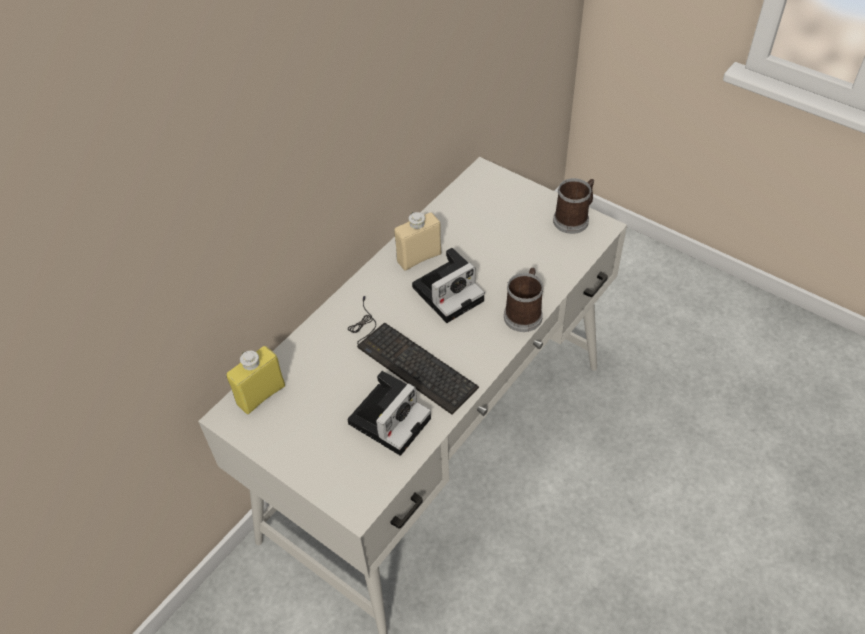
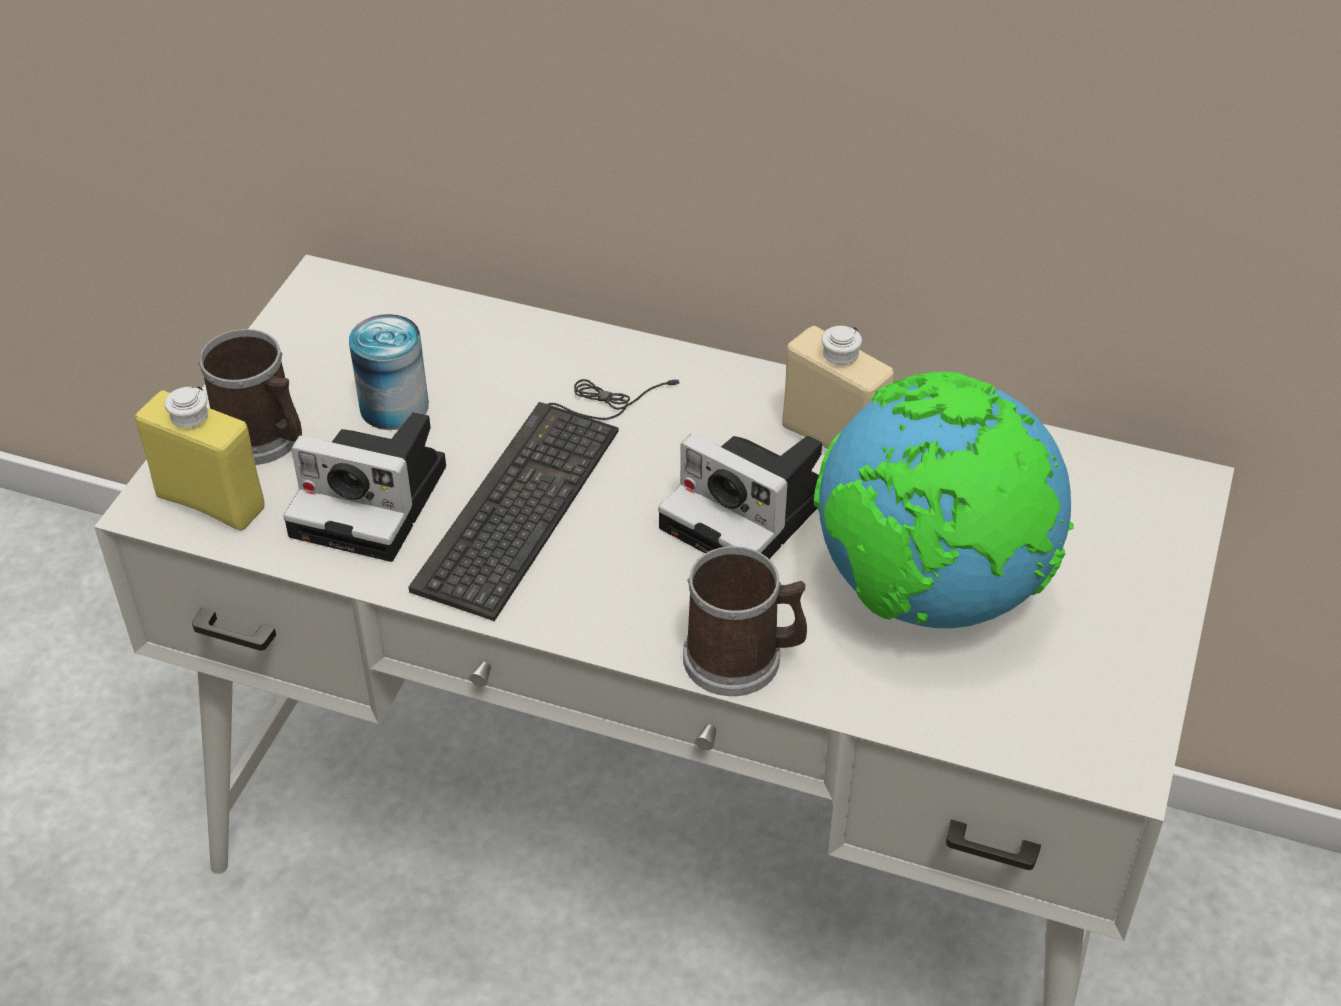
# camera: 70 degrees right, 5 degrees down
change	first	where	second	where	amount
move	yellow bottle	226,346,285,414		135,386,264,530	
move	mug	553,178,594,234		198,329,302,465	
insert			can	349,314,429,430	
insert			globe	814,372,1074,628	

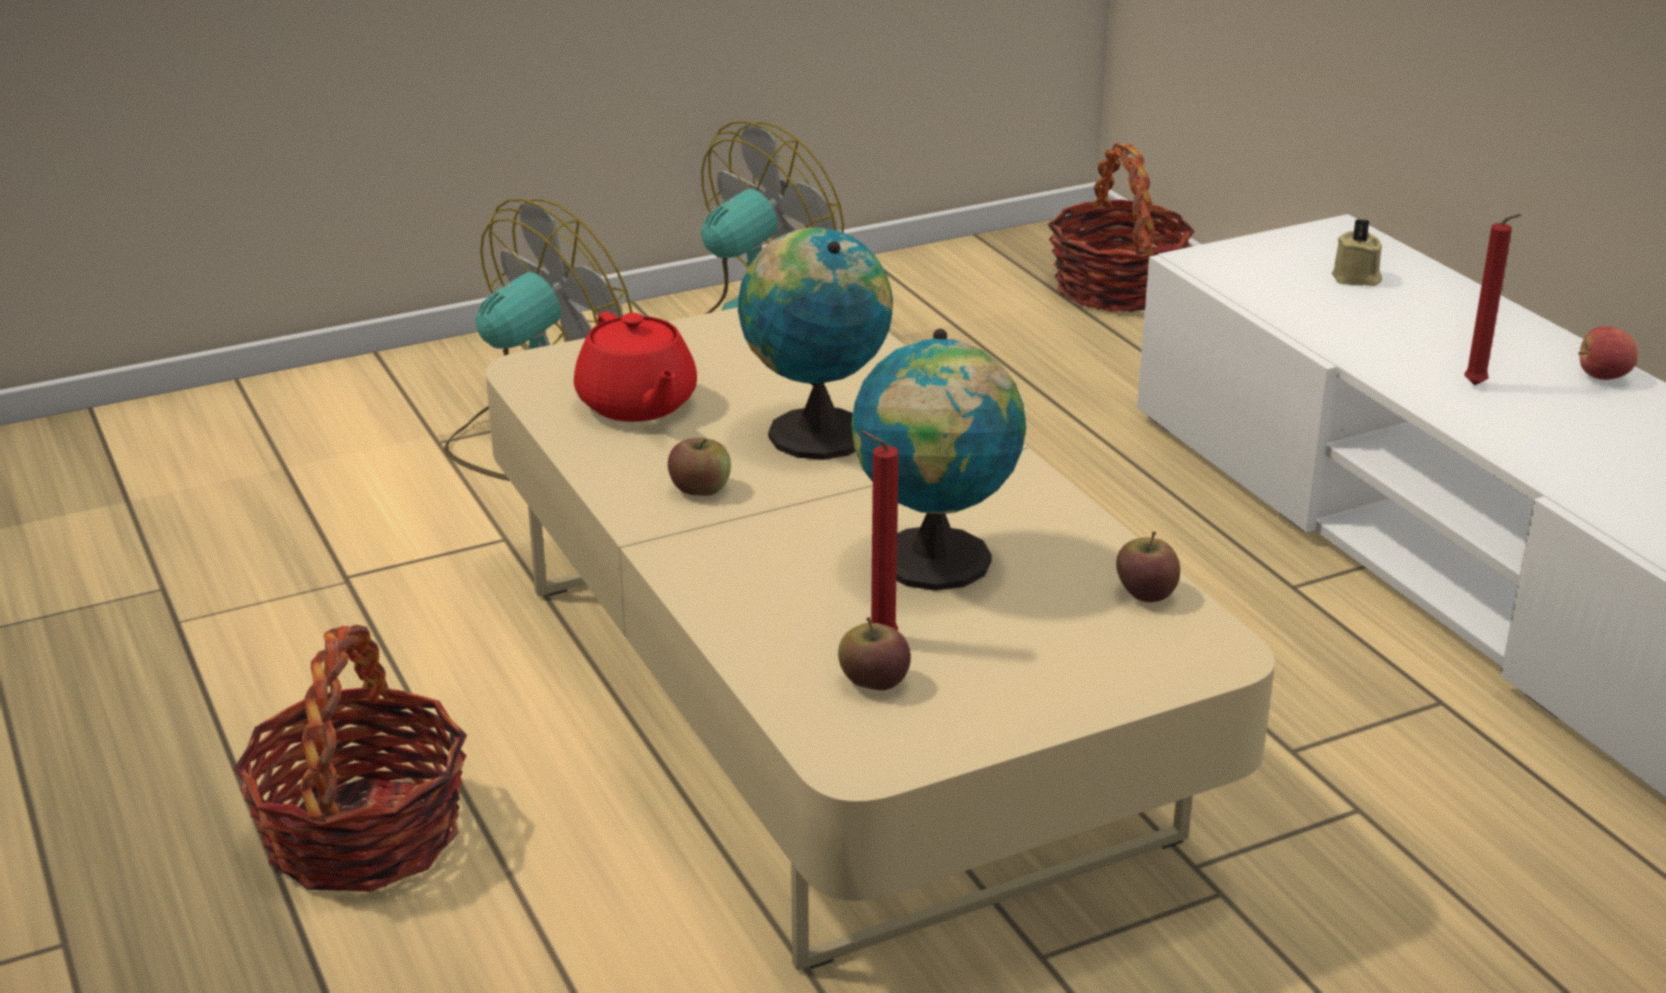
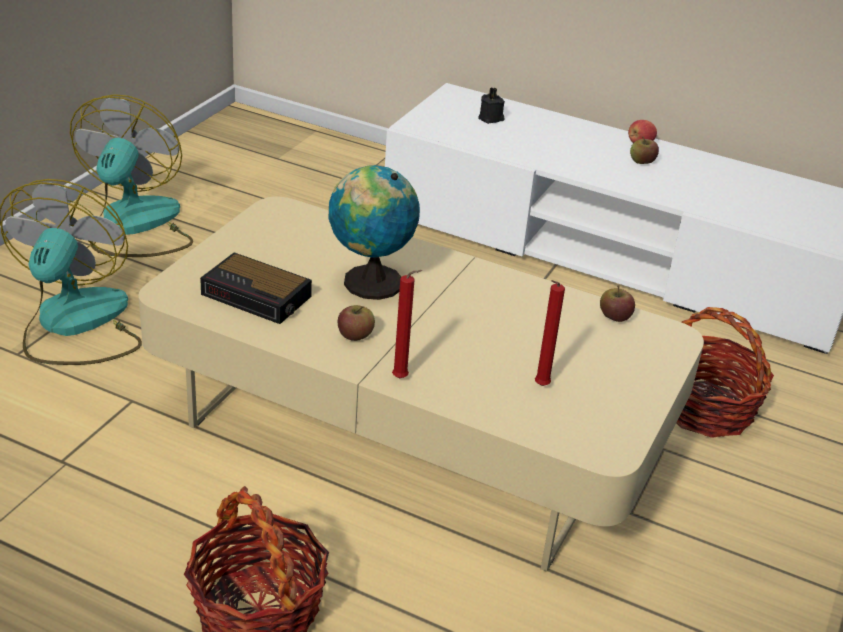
# camera: 40 degrees left, 5 degrees up
change	first	where	second	where	amount
replace	red teapot	574,312,697,422	alarm clock	200,252,312,324	
move	apple	838,617,911,690		630,137,659,164	
delete	globe	851,329,1026,591			
move	basket	1048,143,1195,312		676,307,774,438	
recolor	beige candle	1332,219,1382,286	black candle	478,87,505,124	
move	red candle	1464,214,1521,385		392,270,422,378	

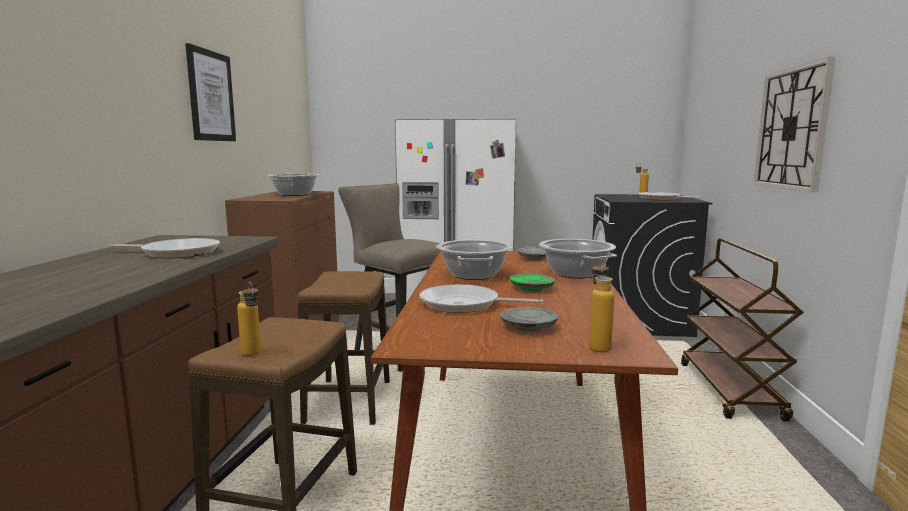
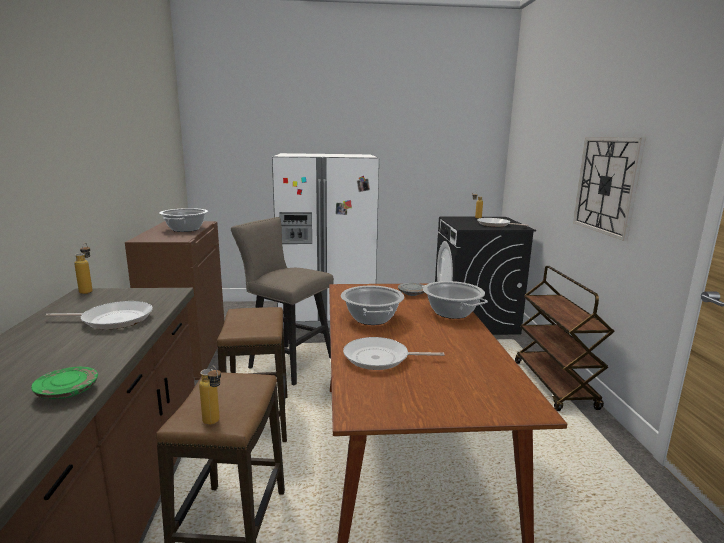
# camera: 10 degrees left, 5 degrees up
change	first	where	second	where	amount
delete	picture	185,43,236,141			
delete	grey plate	500,307,558,332			
move	green plate	510,274,555,291		31,367,98,399	
move	bottle	589,258,615,352		74,243,93,294	

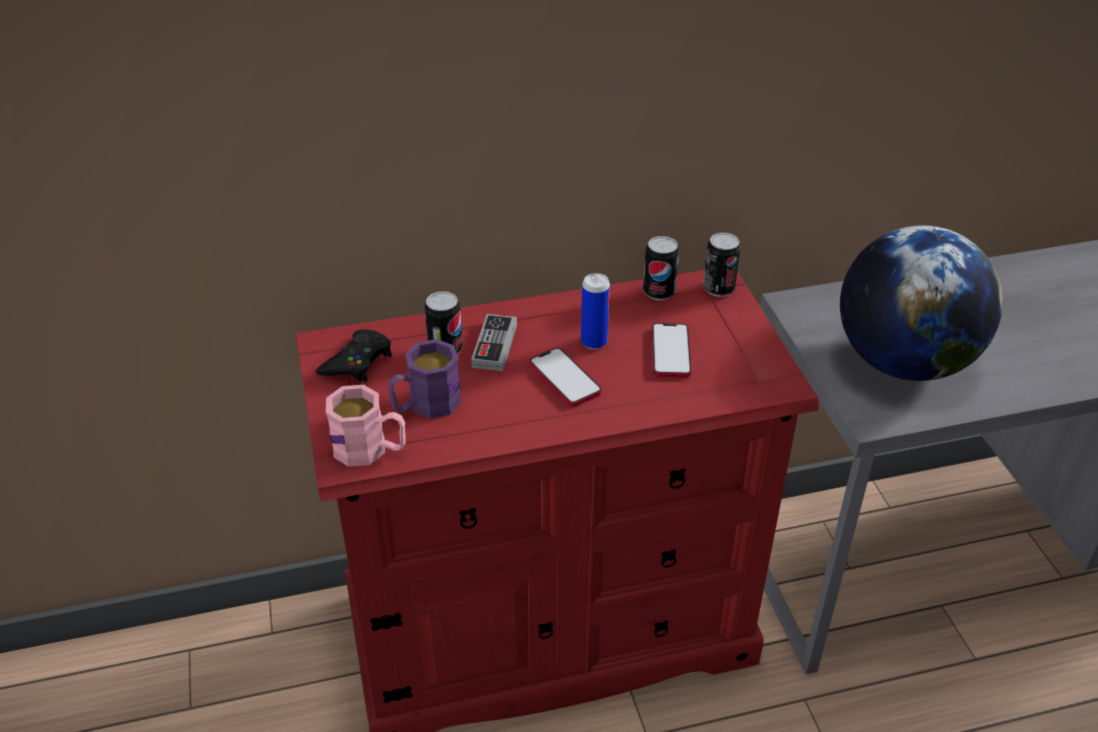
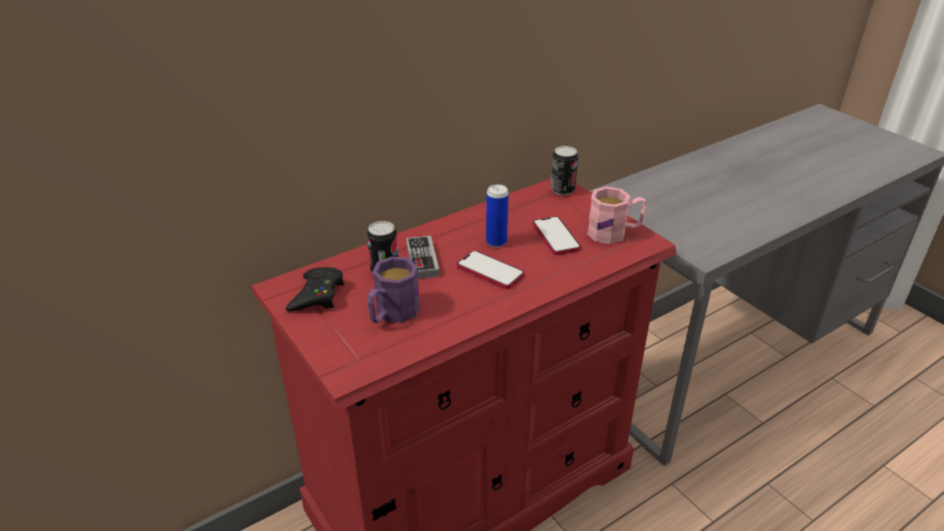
# camera: 20 degrees left, 5 degrees down
change	first	where	second	where	amount
move	pink mug	326,385,406,467		587,187,647,244	
delete	can	643,236,679,301			
delete	globe	840,225,1003,381			

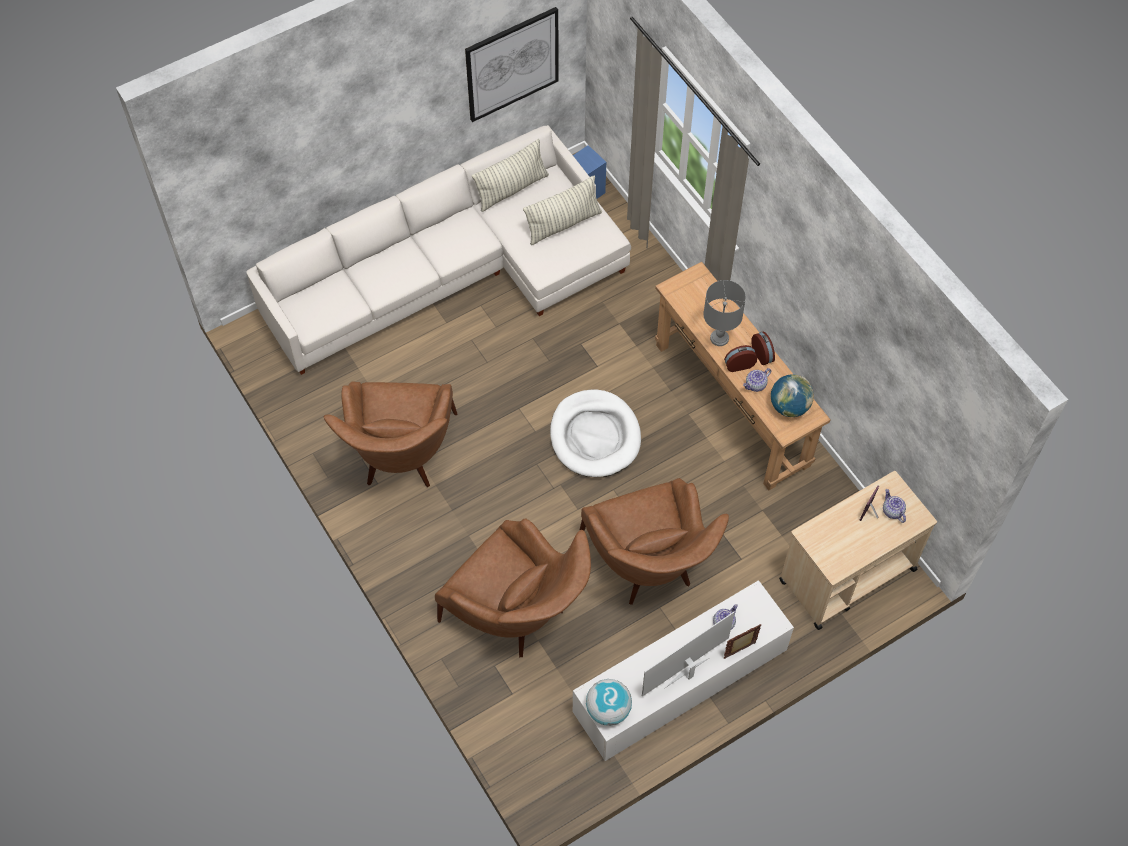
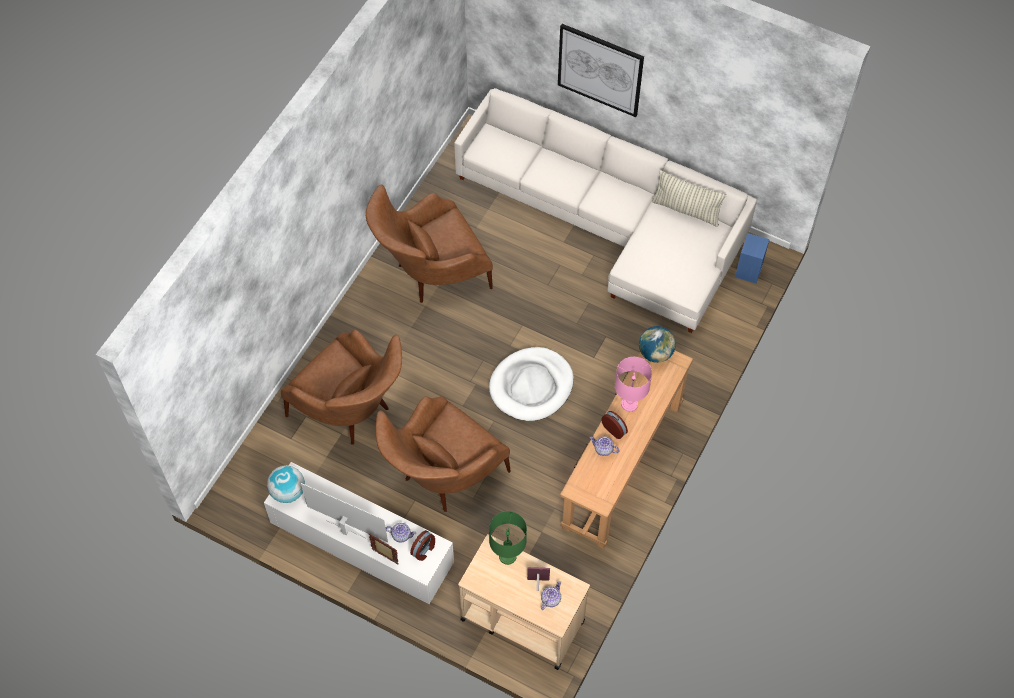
# camera: 60 degrees right, 0 degrees up
change	first	where	second	where	amount
rotate	brown armchair	435,518,591,657		281,329,402,445	60 degrees counterclockwise
move	picture	465,7,559,122		558,24,644,117	
delete	pillow	523,176,602,245			
recolor	grey table lamp	703,280,746,346	pink table lamp	615,357,652,412	
move	alarm clock	751,332,775,365		410,530,435,561	
move	globe	771,374,814,417		639,326,676,363	
insert			green table lamp	489,511,527,565	

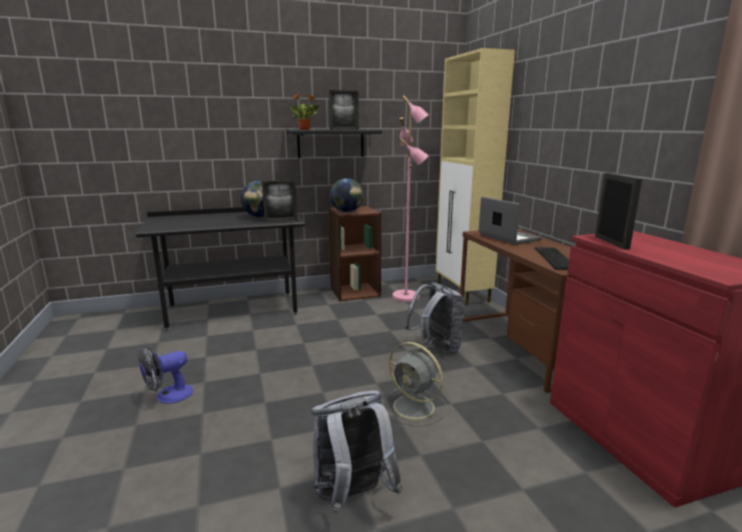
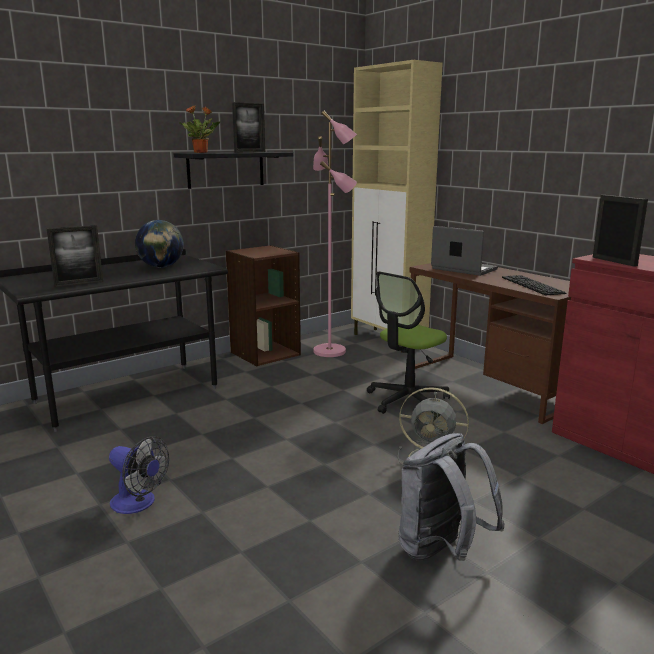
# camera: 20 degrees left, 0 degrees up
change	first	where	second	where	amount
rotate	fan	139,346,193,404		109,436,169,514	90 degrees counterclockwise
move	picture frame	262,180,297,222		47,225,103,287	
delete	globe	330,178,363,213			
replace	grey backpack	405,282,465,355	office chair	367,271,450,414	

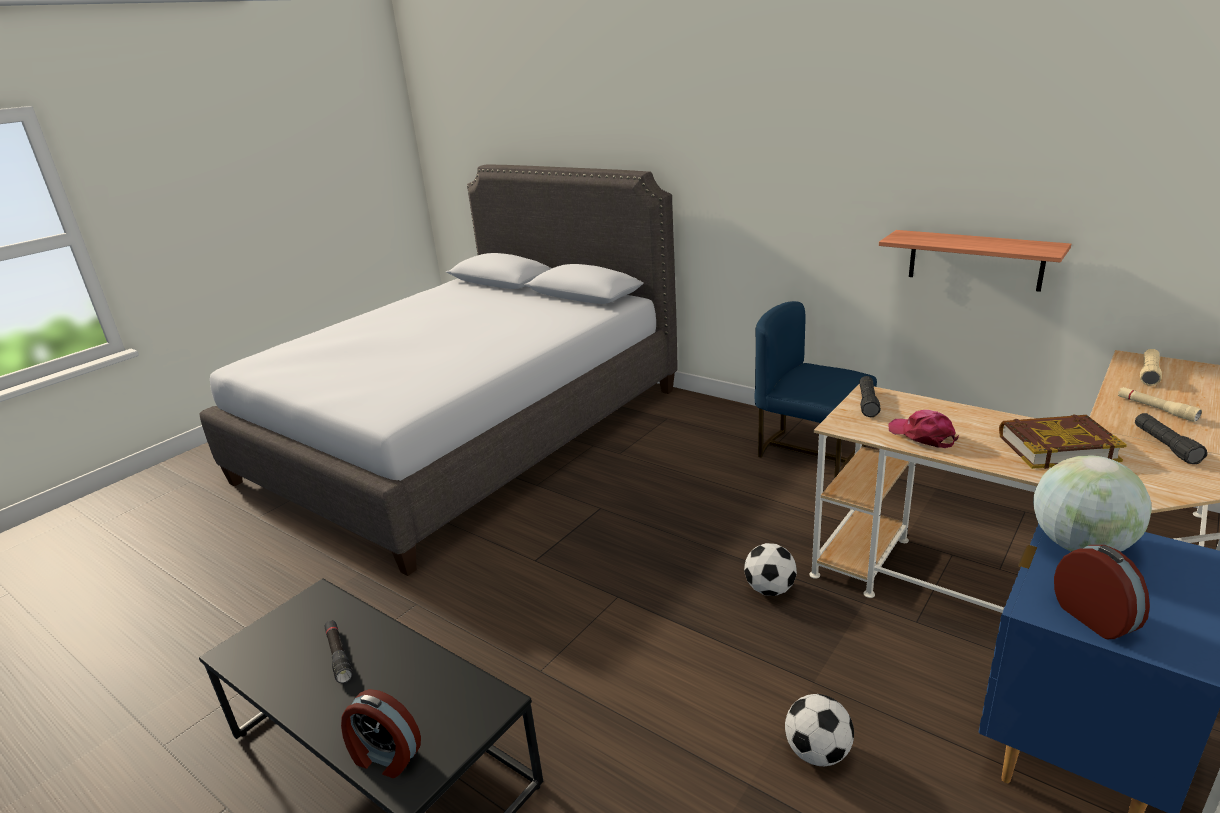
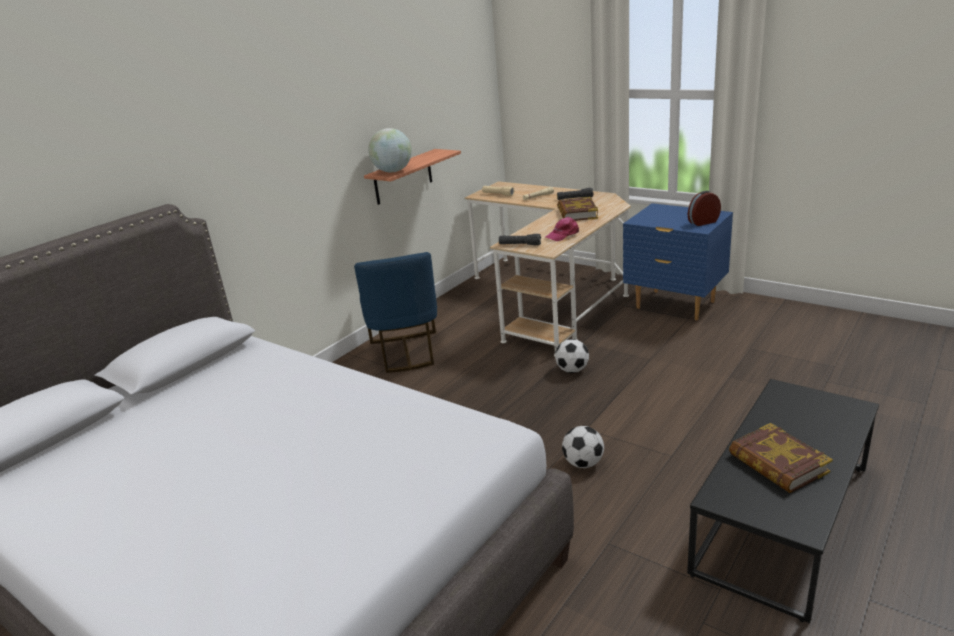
# camera: 90 degrees left, 0 degrees up
change	first	where	second	where	amount
replace	black flashlight	324,620,353,683	book	729,423,833,493	
delete	alarm clock	341,689,421,778			
rotate	blue chair	755,301,877,479		354,252,437,373	45 degrees counterclockwise
move	football	785,694,854,766		562,426,604,468	
move	globe	1033,455,1152,552		368,128,412,172	

